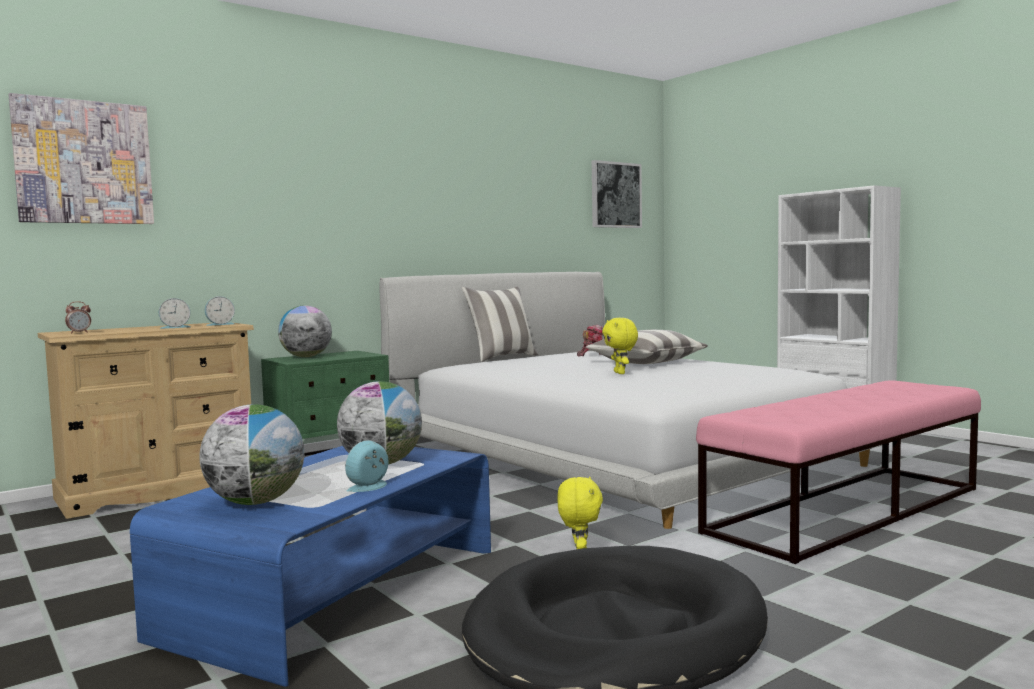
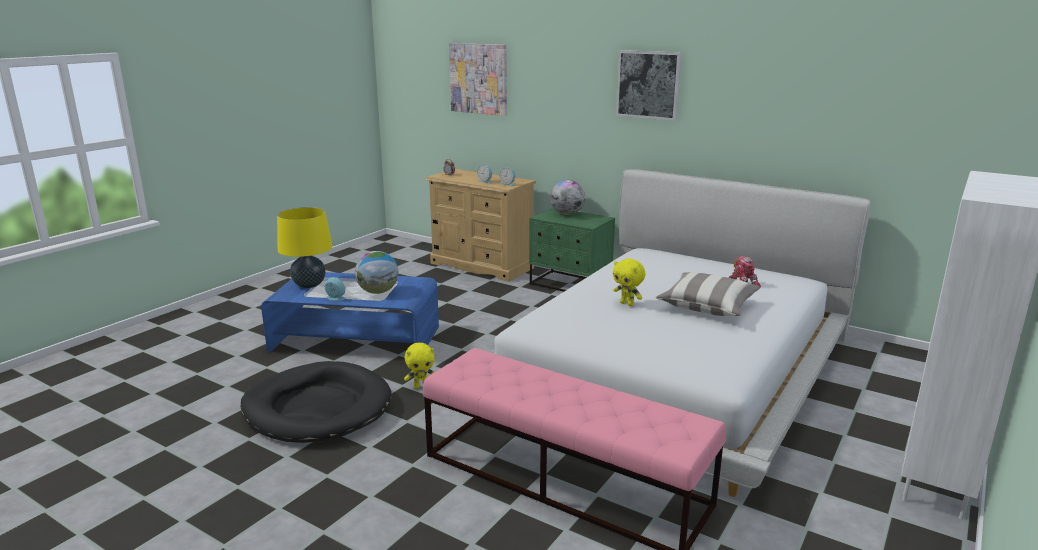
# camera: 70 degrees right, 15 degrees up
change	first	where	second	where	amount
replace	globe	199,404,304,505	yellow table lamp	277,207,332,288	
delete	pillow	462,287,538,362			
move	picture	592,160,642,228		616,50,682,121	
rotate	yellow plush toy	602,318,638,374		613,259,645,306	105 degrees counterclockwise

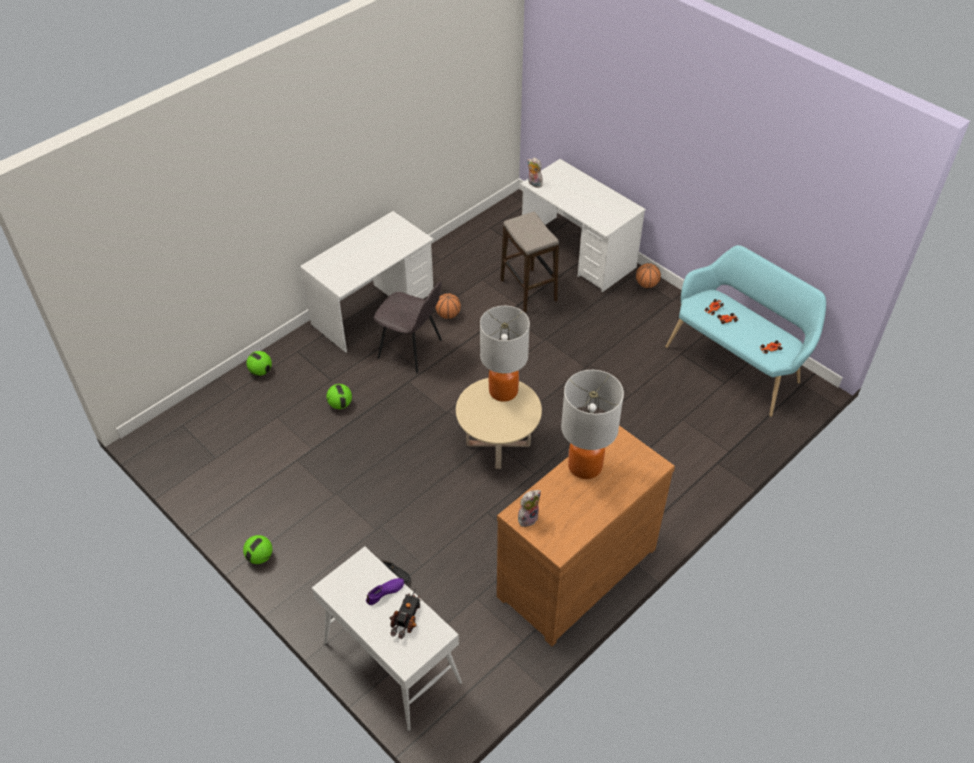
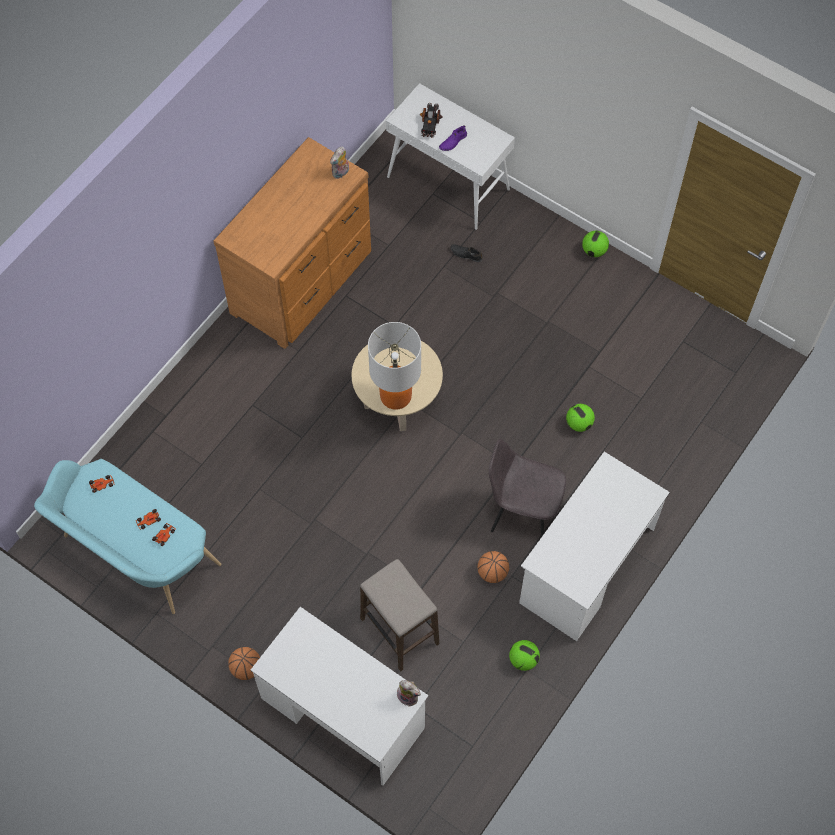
# camera: 170 degrees right, 15 degrees up
change	first	where	second	where	amount
move	football	247,351,272,376		509,640,540,671	
delete	table lamp	561,370,624,479			

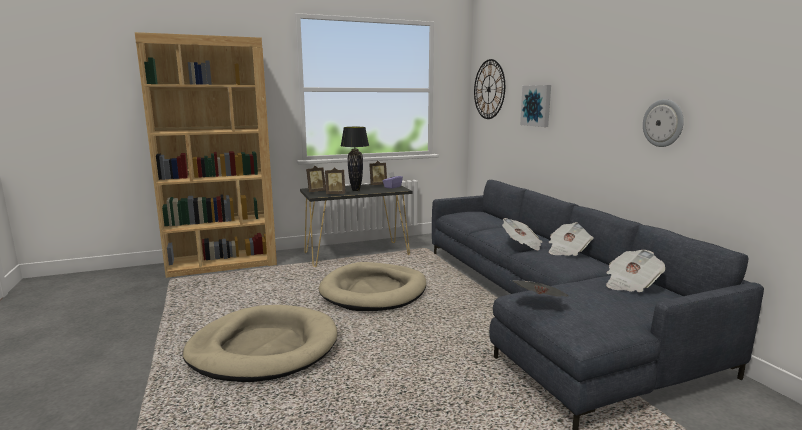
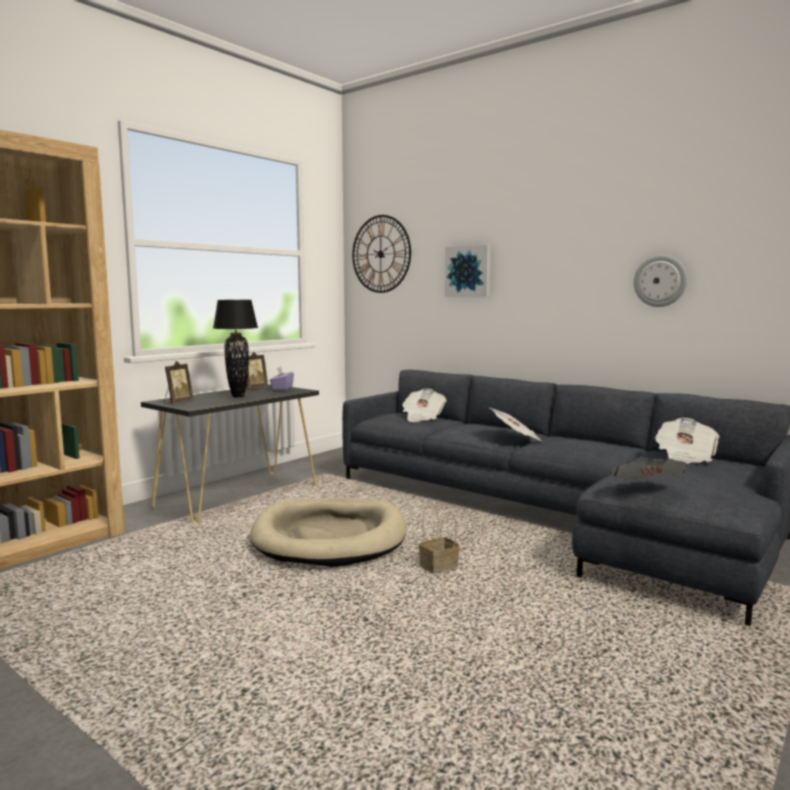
# camera: 30 degrees left, 5 degrees down
change	first	where	second	where	amount
delete	beige dog bed	182,305,337,382			
delete	picture frame	325,167,345,194			
move	newspaper	549,222,594,256		402,389,446,422	
insert			basket	419,503,460,574	

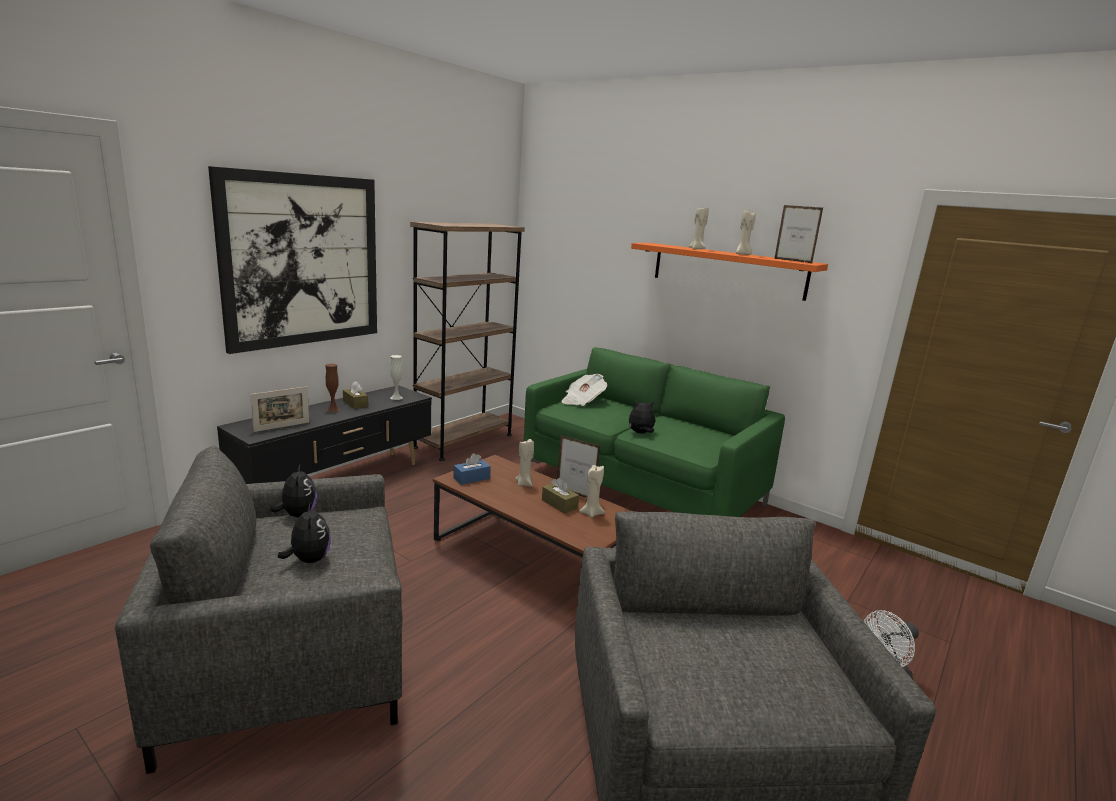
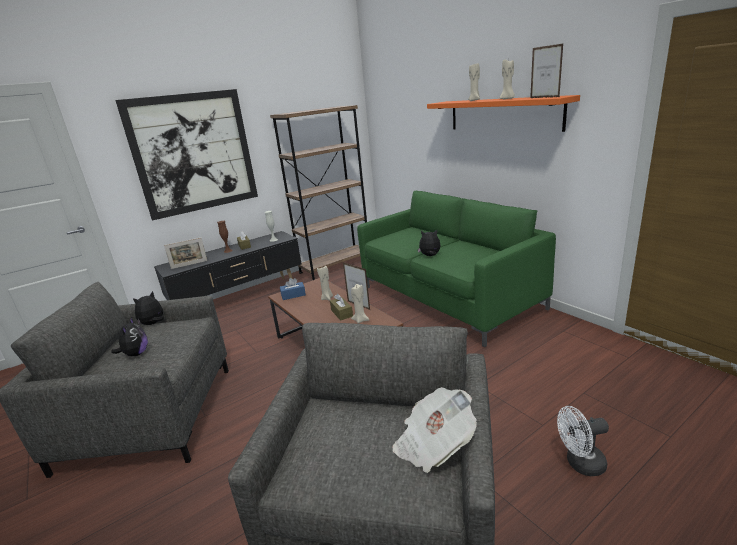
# camera: 20 degrees right, 5 degrees up
change	first	where	second	where	amount
rotate	plush toy	270,465,317,517		133,291,164,325	135 degrees counterclockwise
move	newspaper	561,374,607,406		392,387,477,473	

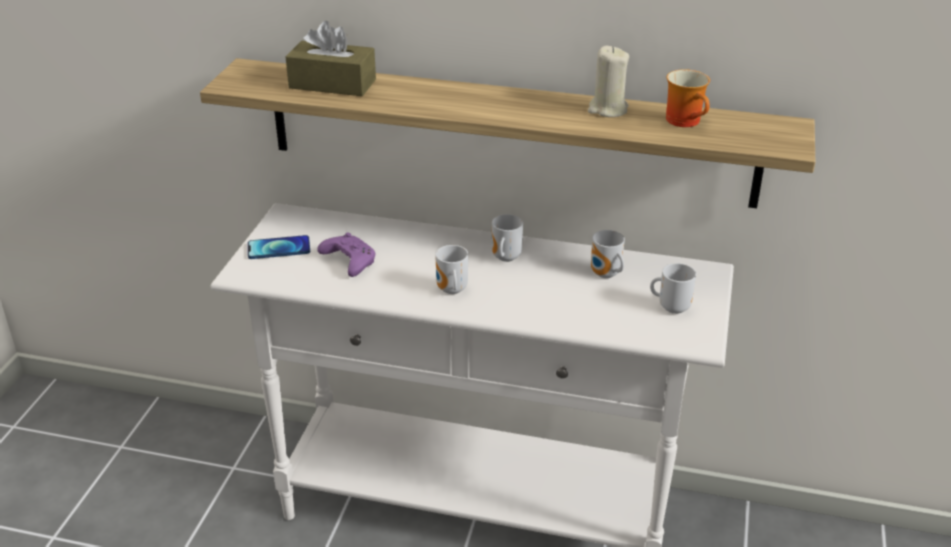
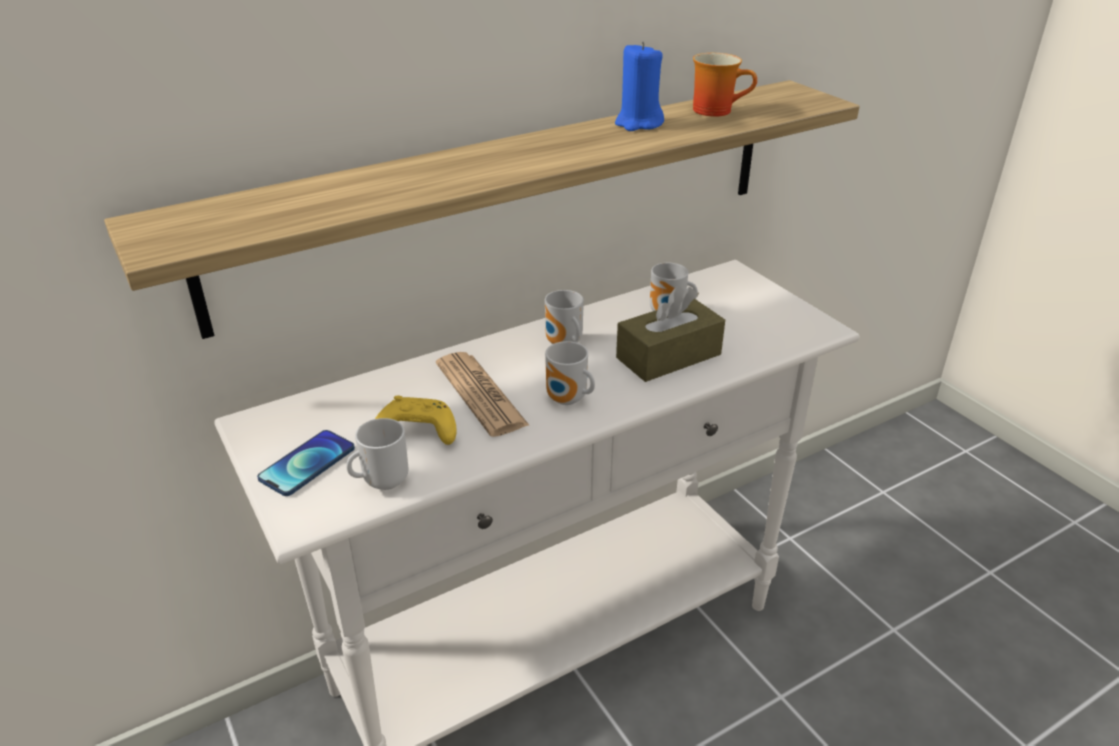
# camera: 45 degrees left, 0 degrees up
change	first	where	second	where	amount
move	brown tissue box	285,21,376,96		616,286,725,382	
recolor	purple game controller	317,232,375,277	yellow game controller	375,396,457,445	
recolor	beige candle	588,46,629,117	blue candle	615,42,664,131	
move	mug	650,263,696,314		346,418,408,490	
insert			newspaper	436,352,530,437	

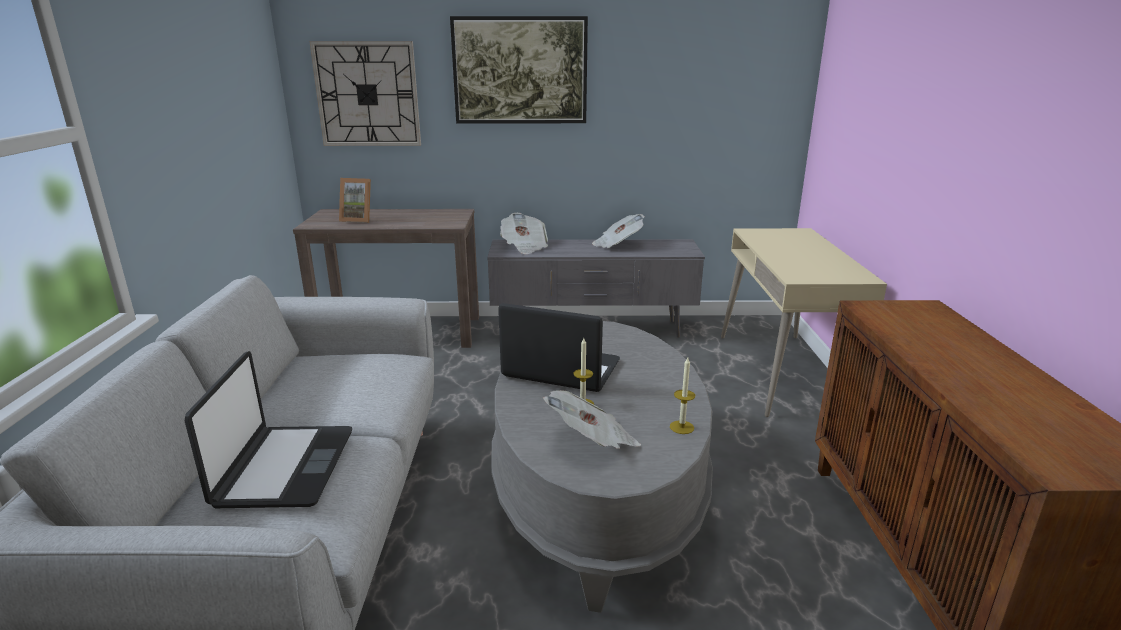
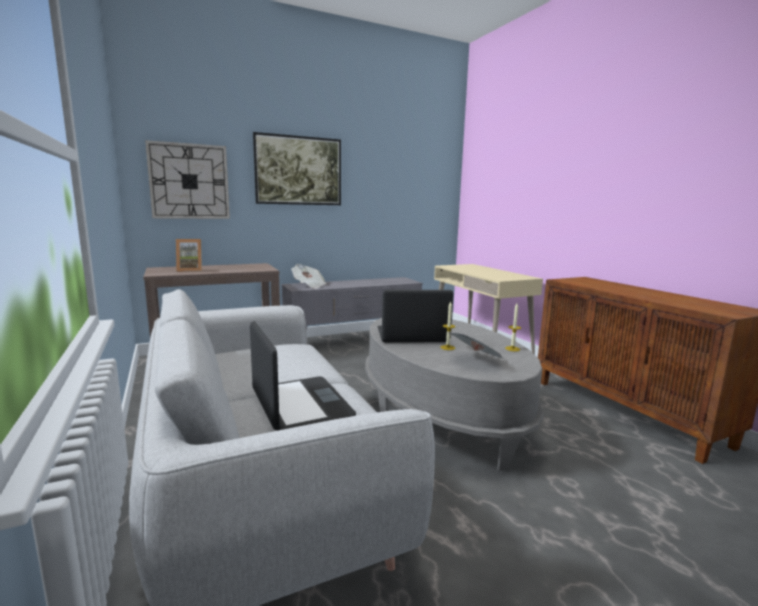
# camera: 25 degrees left, 10 degrees down
change	first	where	second	where	amount
delete	newspaper	592,214,645,248			

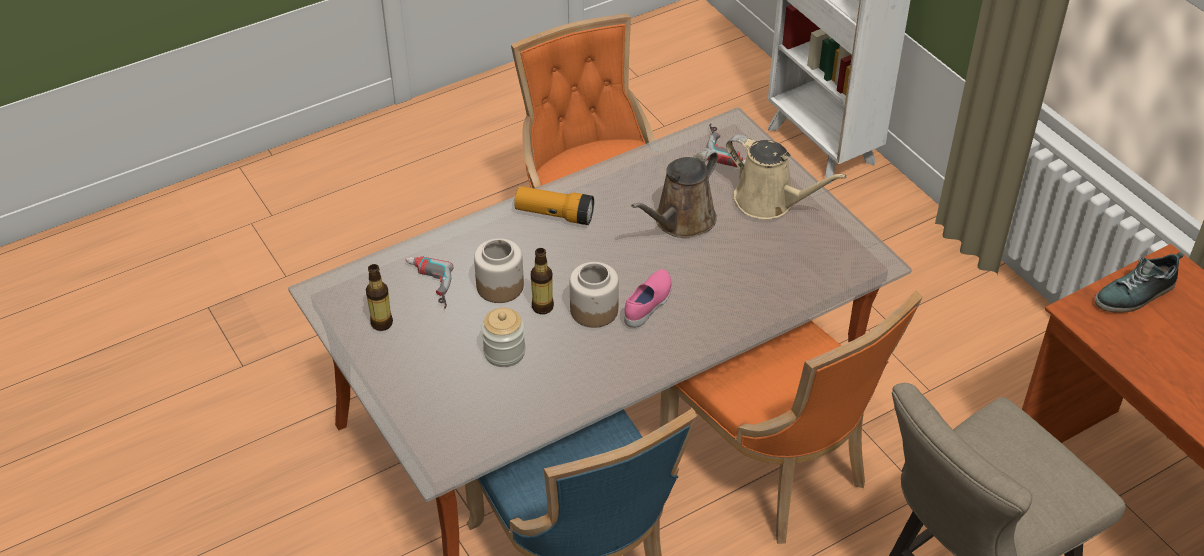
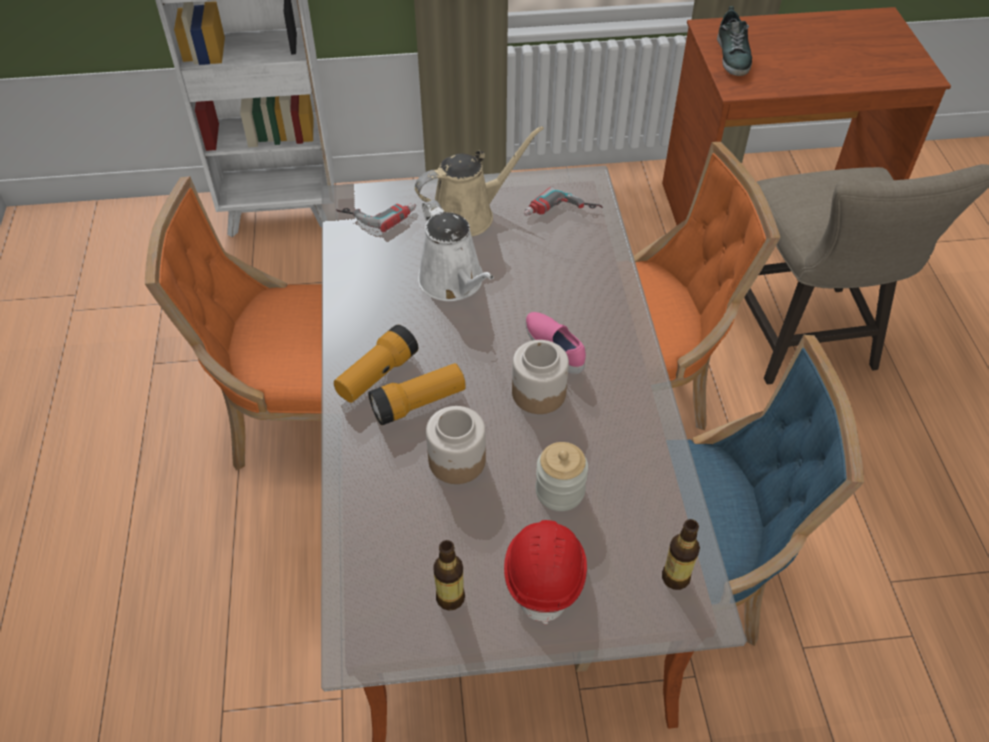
# camera: 65 degrees left, 5 degrees up
change	first	where	second	where	amount
move	power drill	405,256,453,308		524,186,603,216	
move	bottle	531,248,554,314		662,519,700,590	
recolor	brown watering can	631,148,718,238	white watering can	418,199,494,301	
insert			flashlight	368,363,465,425	
insert			red hard hat	504,520,587,624	

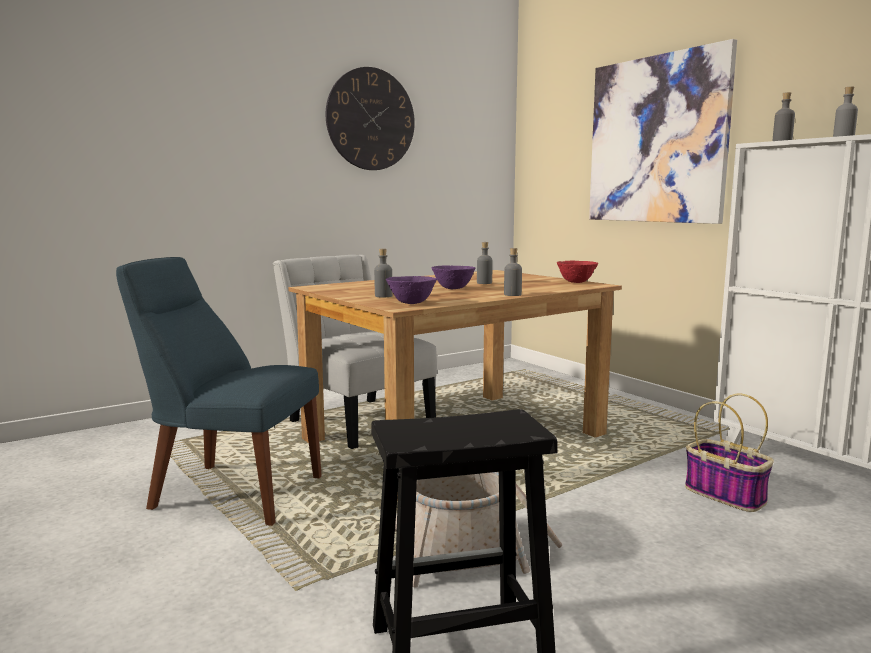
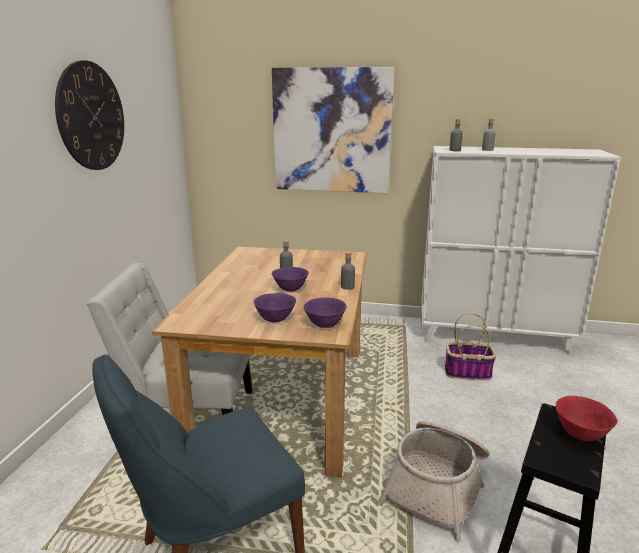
# camera: 45 degrees left, 10 degrees up
change	first	where	second	where	amount
replace	grey bottle	374,249,393,297	purple bowl	254,293,296,323	
move	red bowl	557,261,598,283		556,396,618,441	

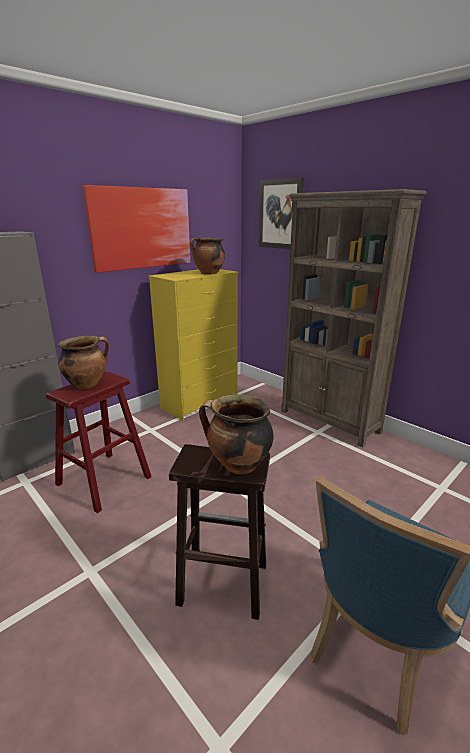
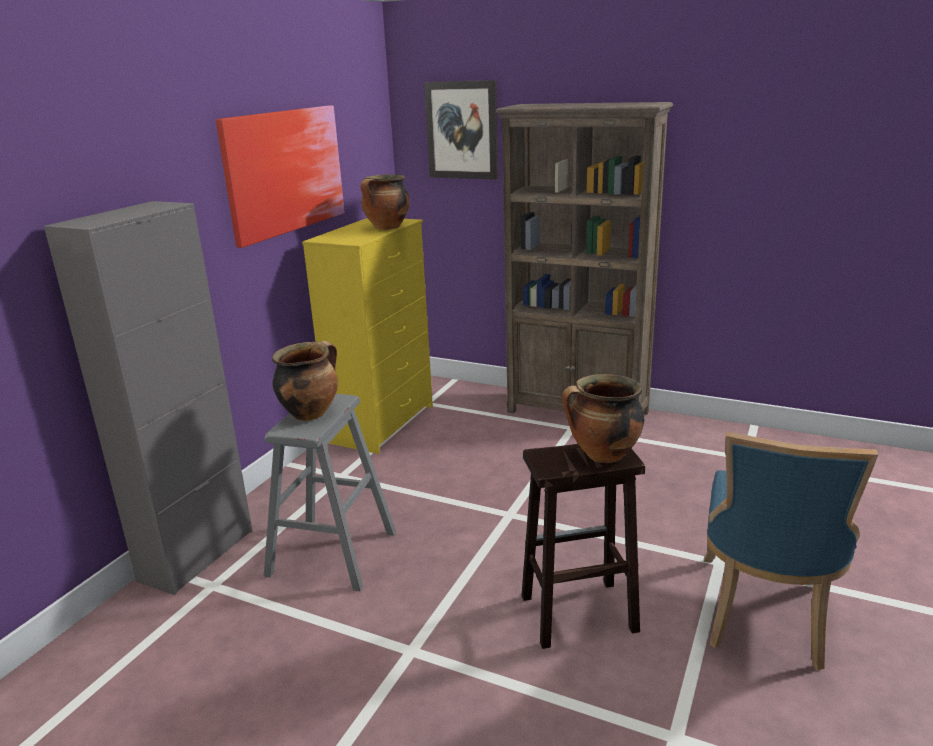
# camera: 20 degrees left, 0 degrees up
change	first	where	second	where	amount
recolor	red stool	46,372,152,513	grey stool	264,394,396,591	

